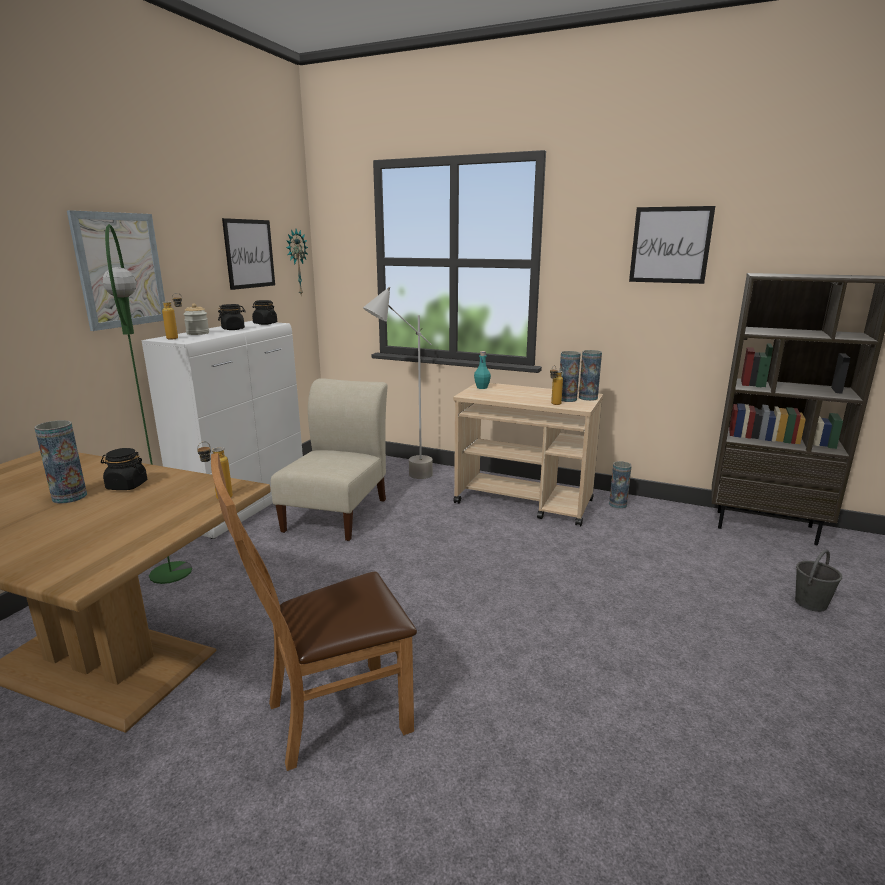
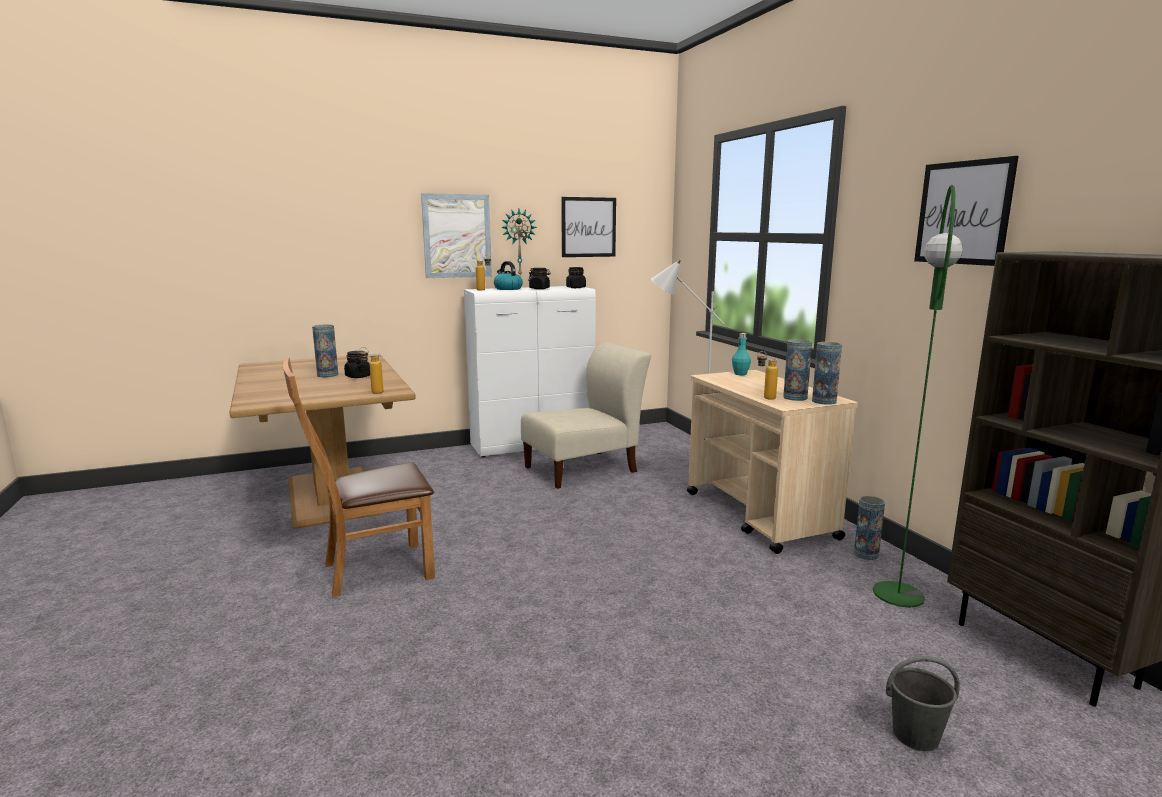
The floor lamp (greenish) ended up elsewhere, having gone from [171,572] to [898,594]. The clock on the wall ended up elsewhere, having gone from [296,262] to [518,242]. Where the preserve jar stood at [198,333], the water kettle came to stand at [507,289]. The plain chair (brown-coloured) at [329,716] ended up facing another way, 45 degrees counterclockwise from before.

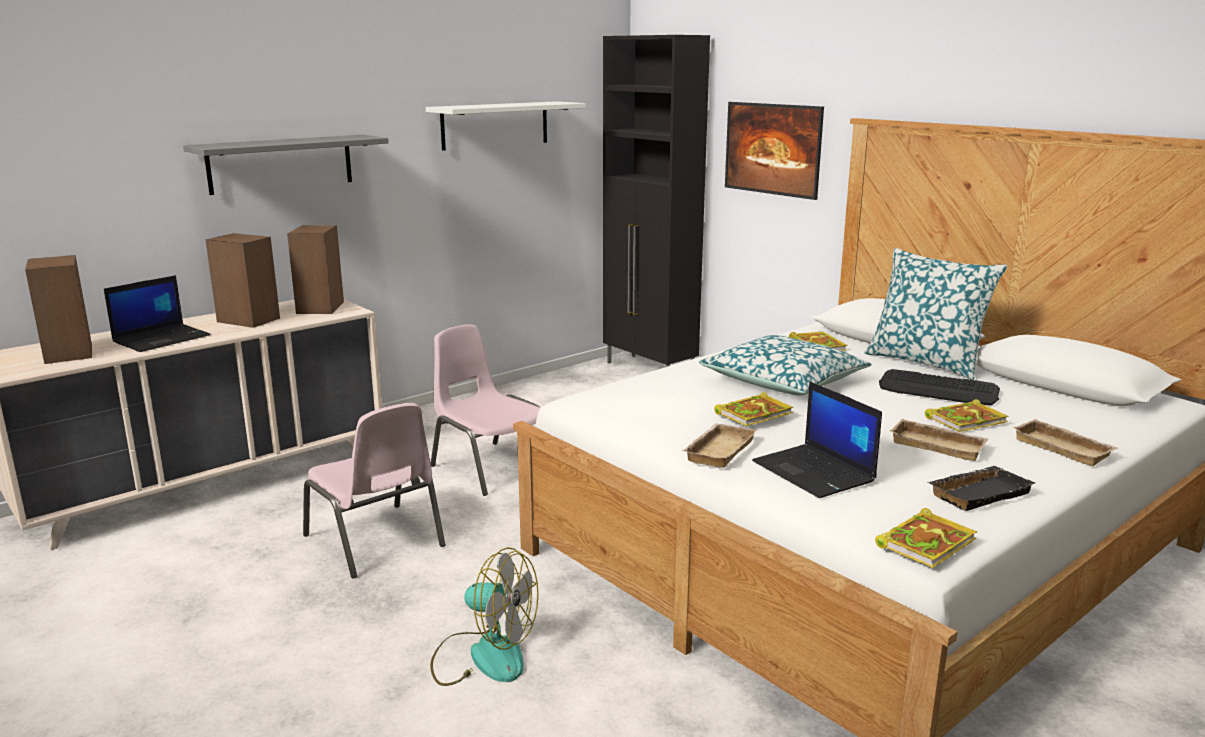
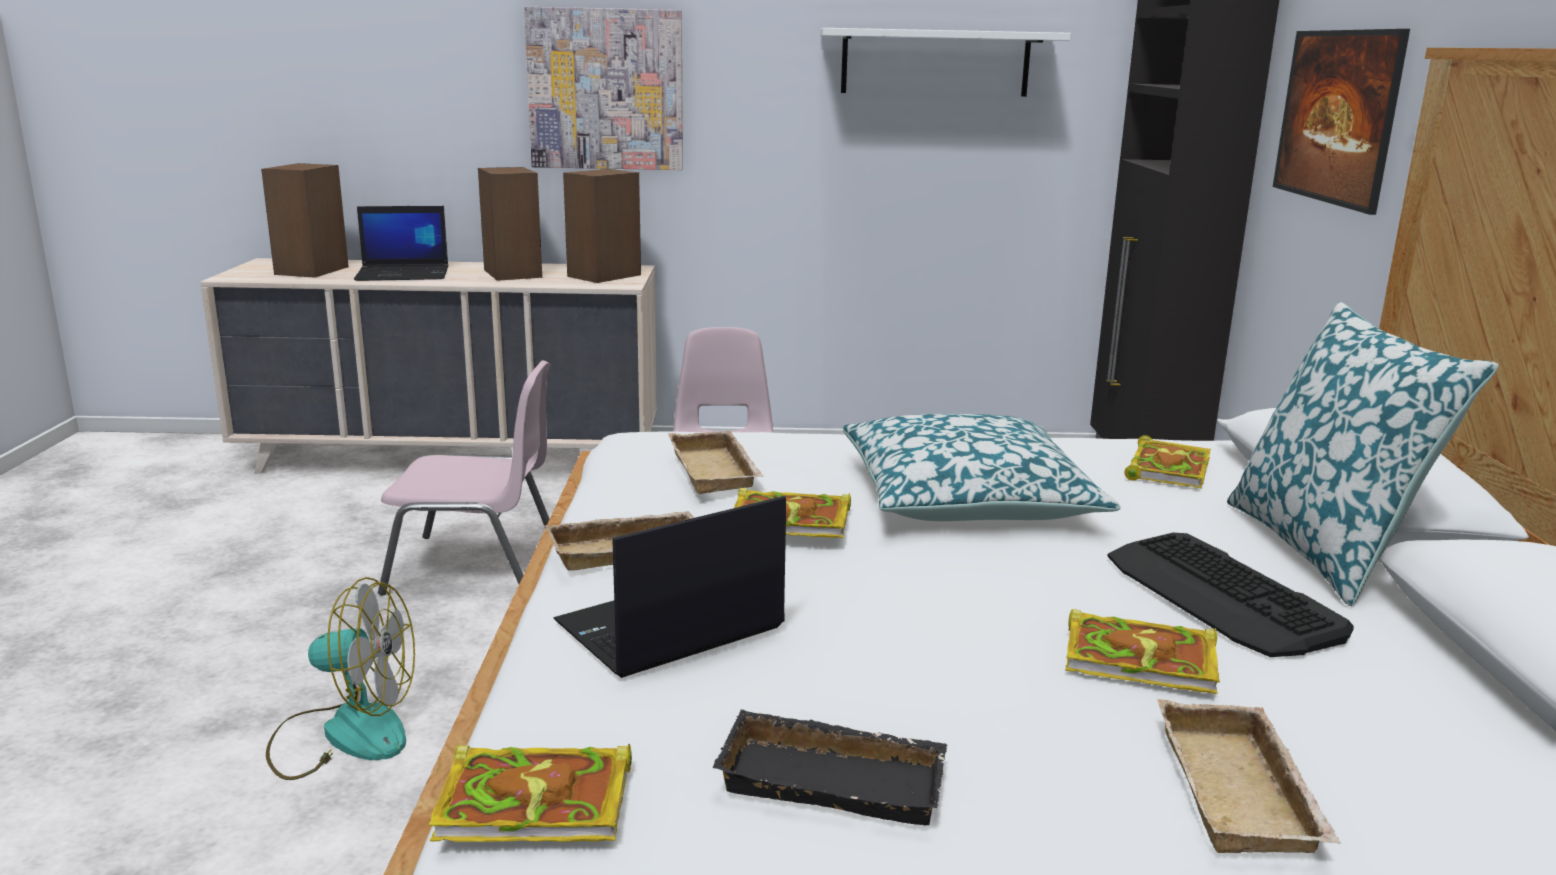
The serving tray (sand-coloured) ended up elsewhere, having gone from [939,445] to [717,471]. Where the shelf (greyish) hung at [281,163], the wall picture came to hang at [606,89]. The plain chair (pink) at [376,541] ended up facing another way, 90 degrees counterclockwise from before. The cooling fan at [483,656] ended up facing another way, 60 degrees counterclockwise from before. The notebook computer at [815,472] ended up facing another way, 45 degrees clockwise from before.

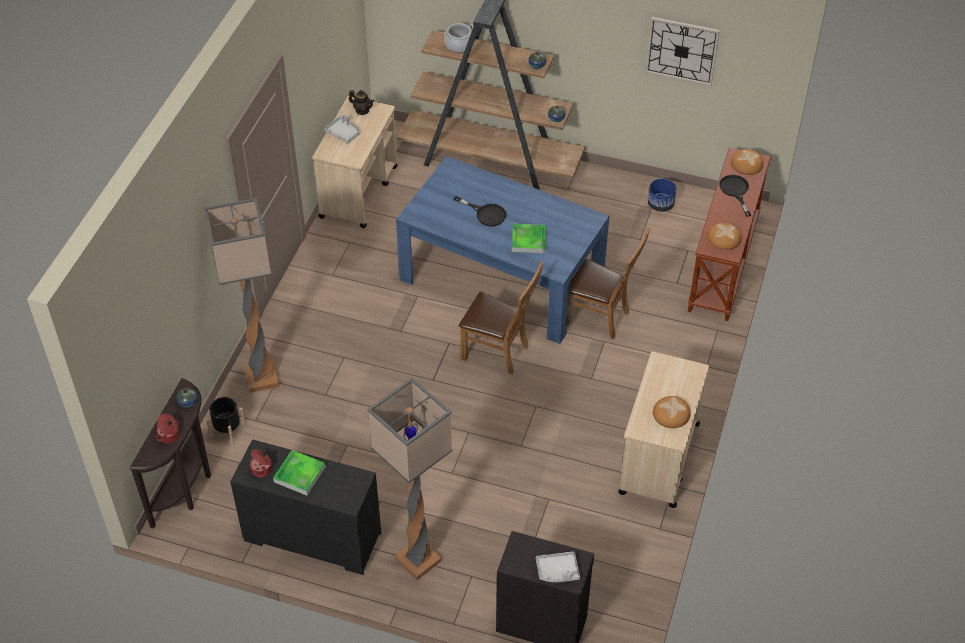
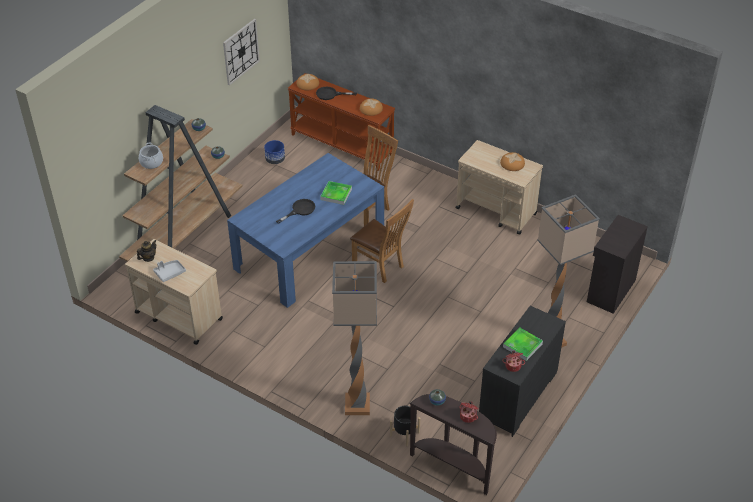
The second view lost the serving tray (greyish) at [557,571]. The plain chair (brown-coloured) at [499,353] ended up facing another way, 90 degrees clockwise from before.

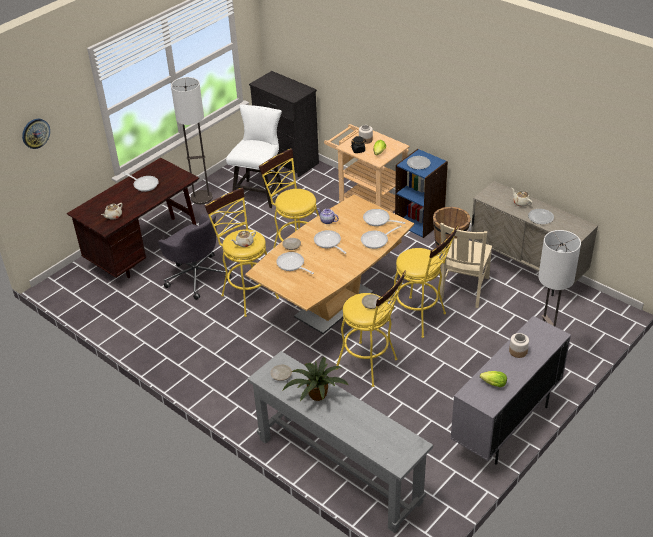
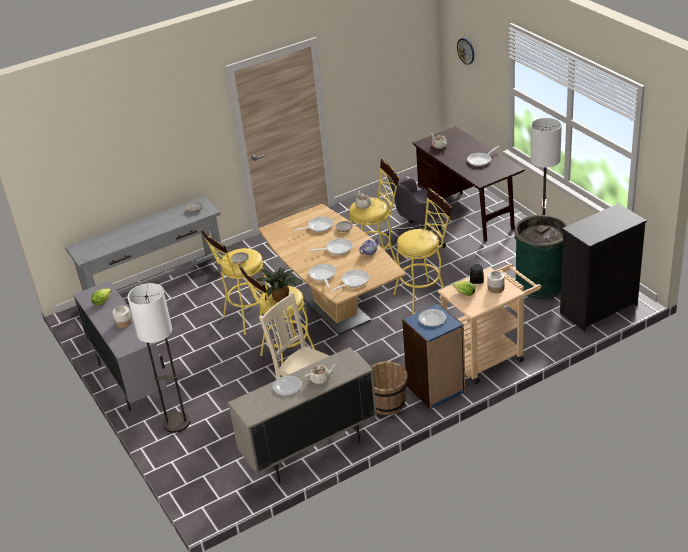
The houseplant ended up elsewhere, having gone from [316,395] to [280,297]. Where the plain chair (white) stood at [259,191], the waste bin (greenish) came to stand at [540,283].

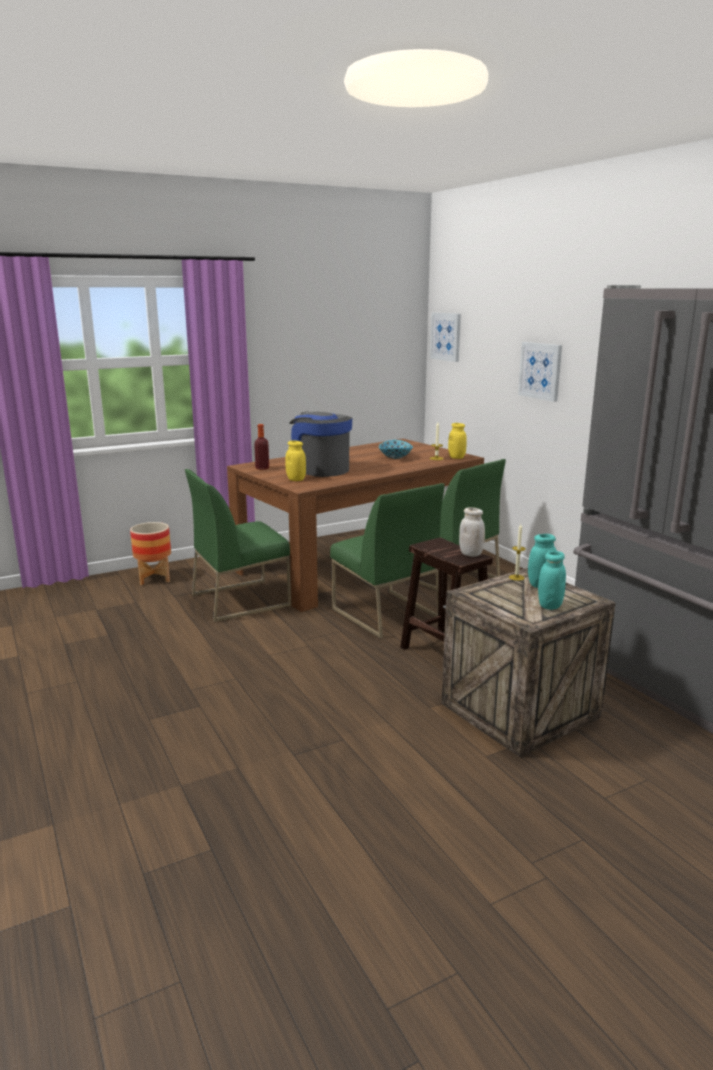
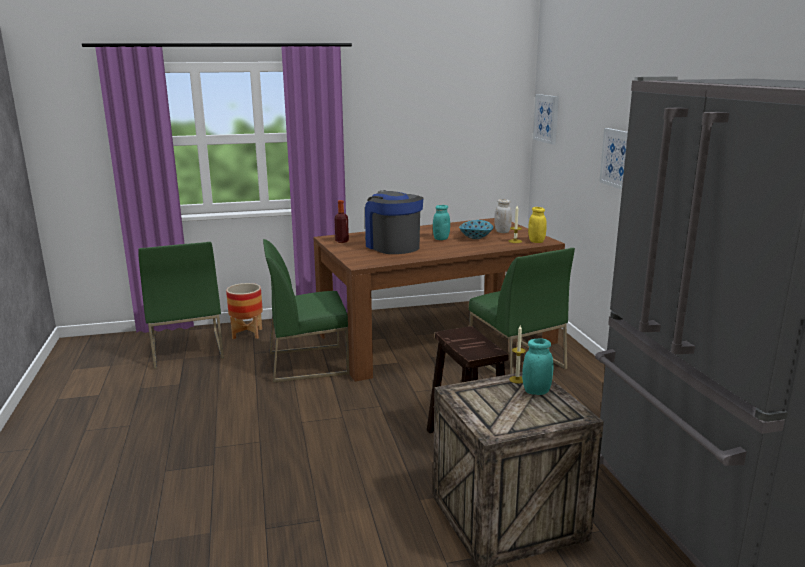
The second view lost the preserve jar (yellowish) at [296,479]. The plain chair (greenish) ended up elsewhere, having gone from [384,613] to [186,349]. The preserve jar (white) ended up elsewhere, having gone from [471,554] to [502,232]. The preserve jar (turquoise) ended up elsewhere, having gone from [549,605] to [441,239].

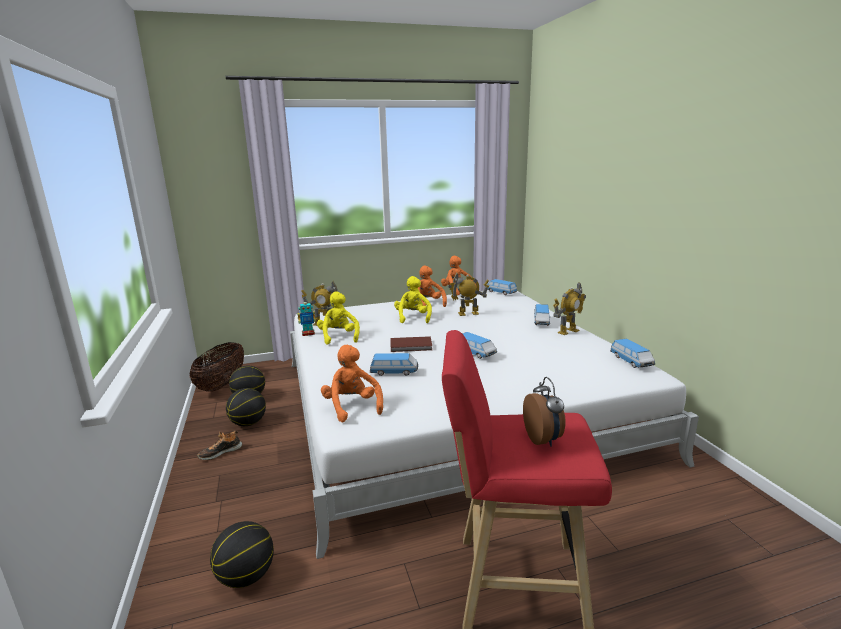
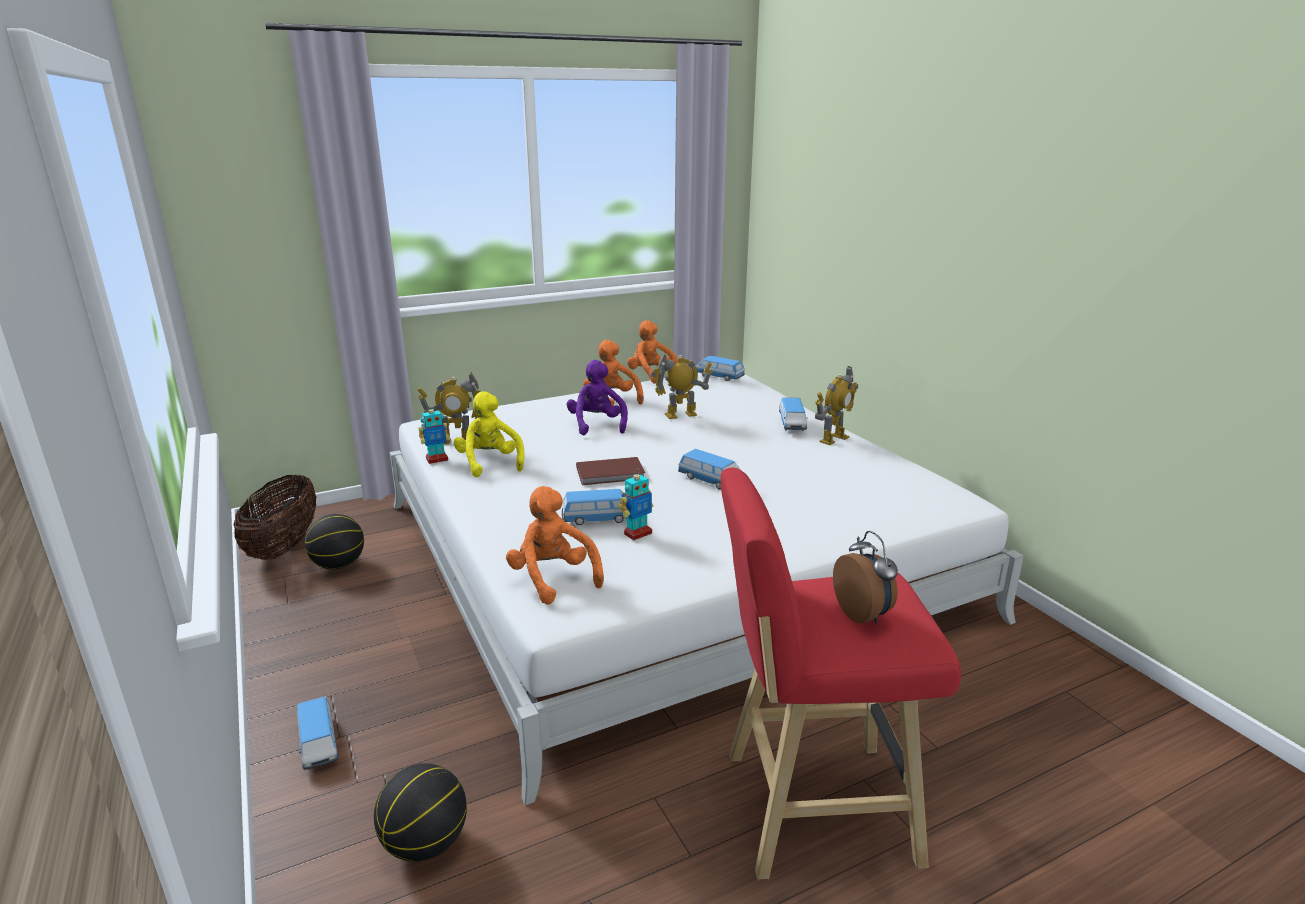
The second view lost the shoe at [220,452]. The second view lost the ball for basketball at [248,423]. The second view gained the model robot at [637,533]. The miniature car ended up elsewhere, having gone from [631,361] to [319,744]. What was the cuddly toy (yellowish) at [413,318] turned into the cuddly toy (purple) at [597,425].

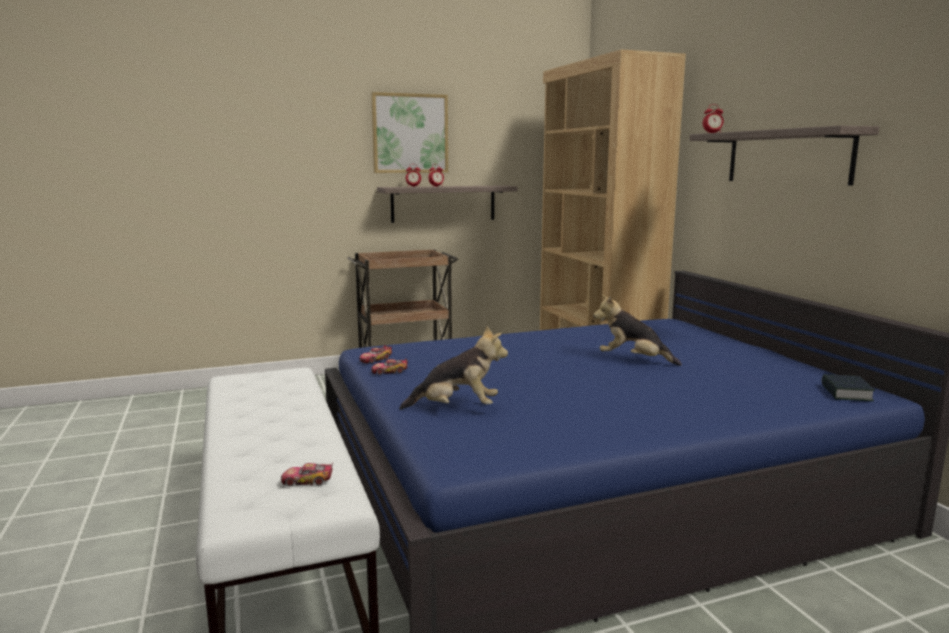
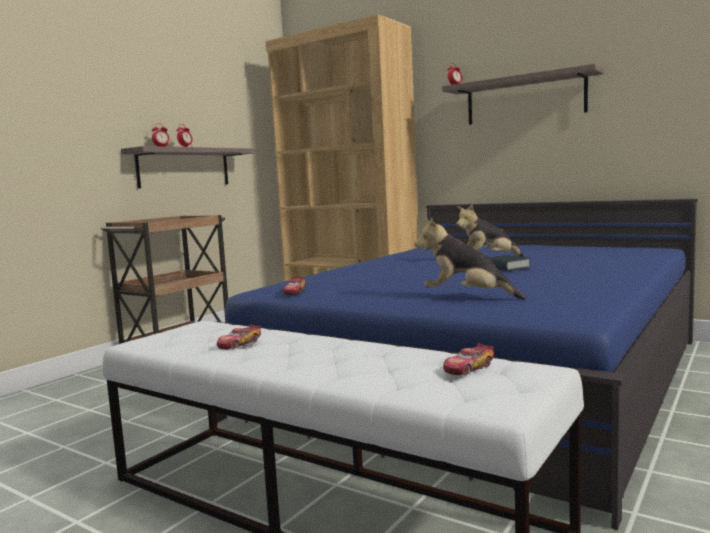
The second view lost the wall picture at [410,133]. The miniature car ended up elsewhere, having gone from [389,371] to [238,344]. The bound book ended up elsewhere, having gone from [846,393] to [506,267]. The cuddly toy at [457,408] ended up facing another way, 120 degrees counterclockwise from before.

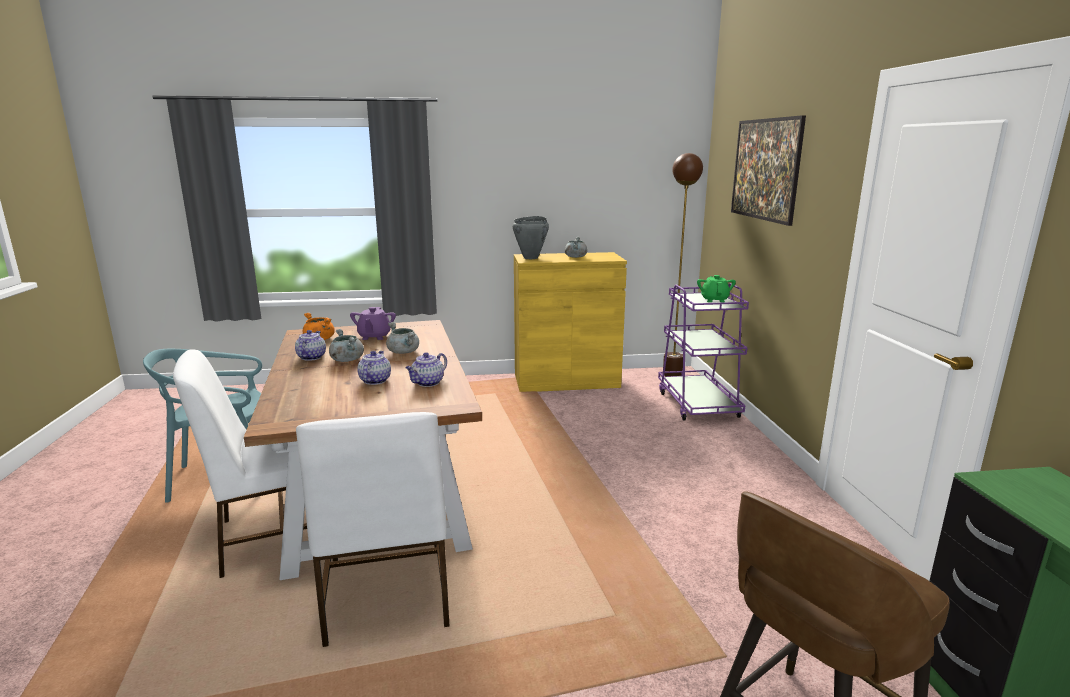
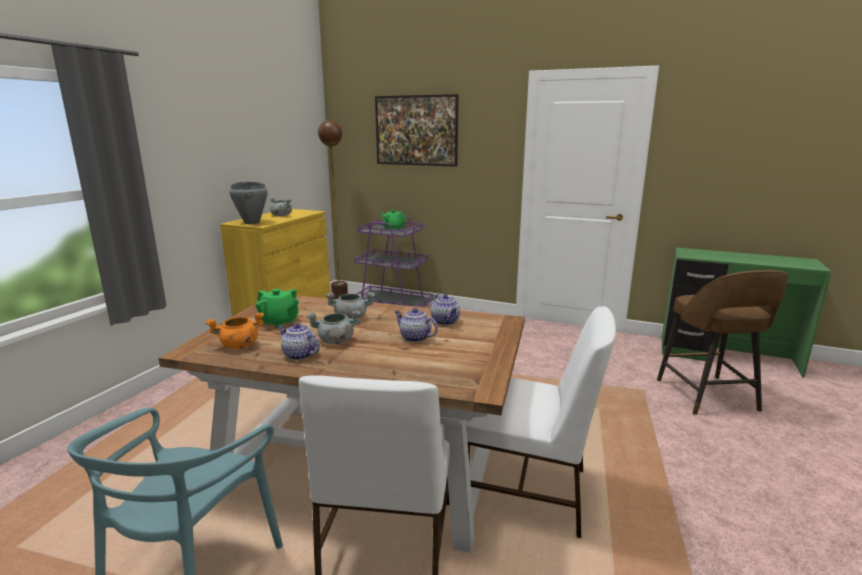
What was the teapot (purple) at [374,337] turned into the teapot (greenish) at [279,322].

